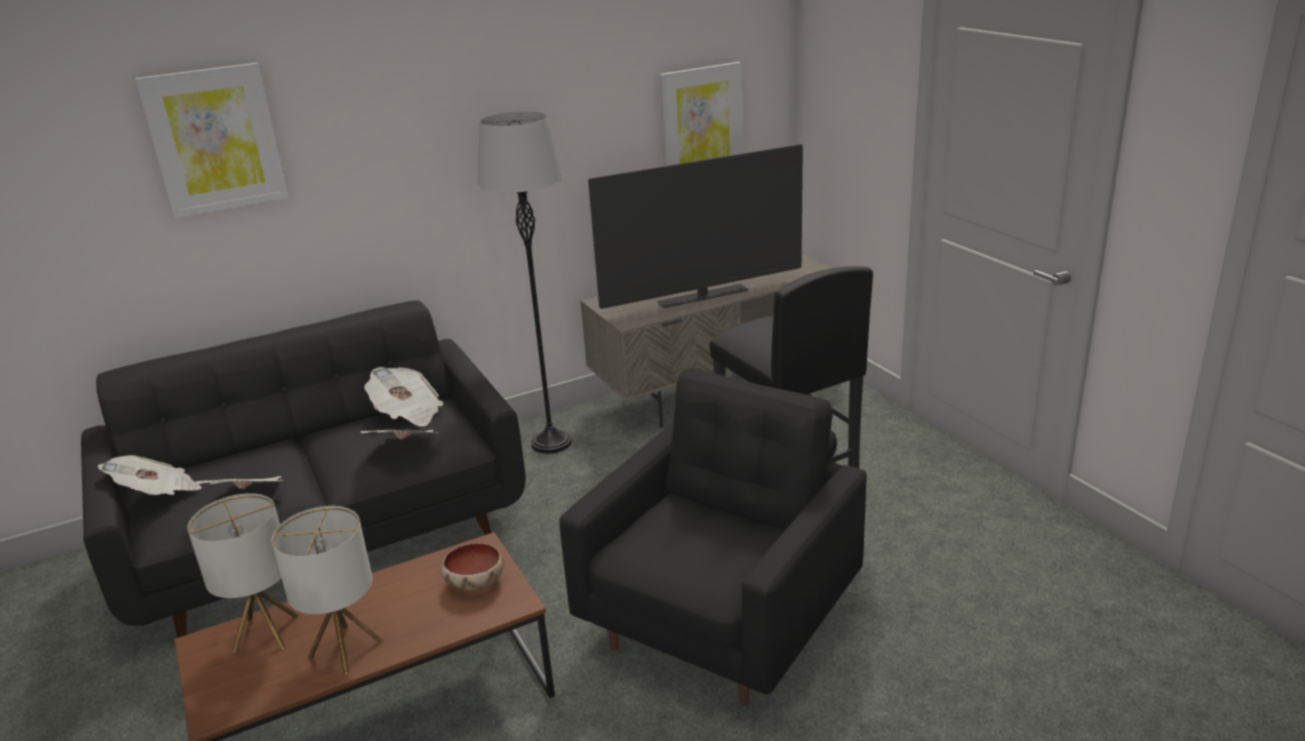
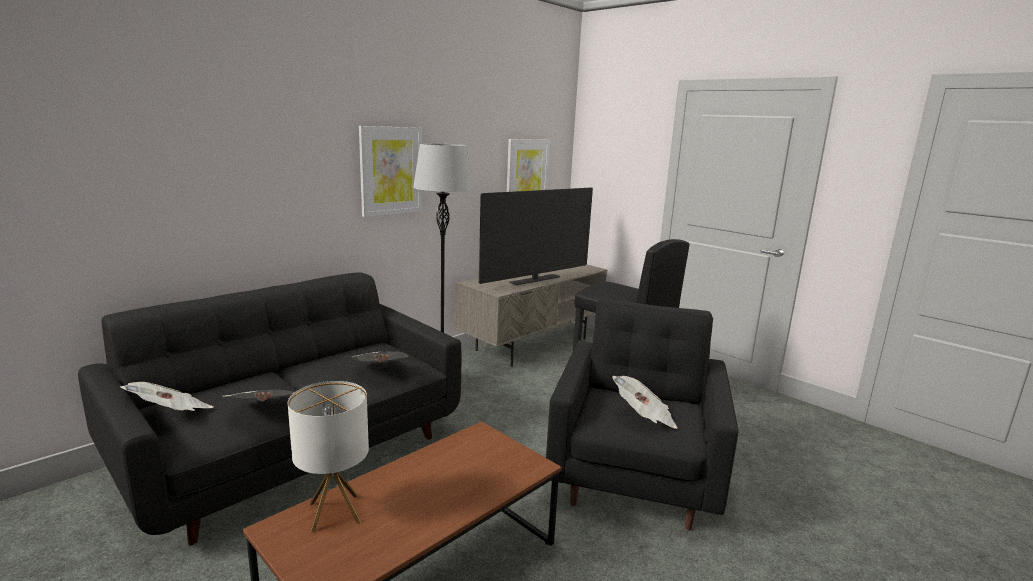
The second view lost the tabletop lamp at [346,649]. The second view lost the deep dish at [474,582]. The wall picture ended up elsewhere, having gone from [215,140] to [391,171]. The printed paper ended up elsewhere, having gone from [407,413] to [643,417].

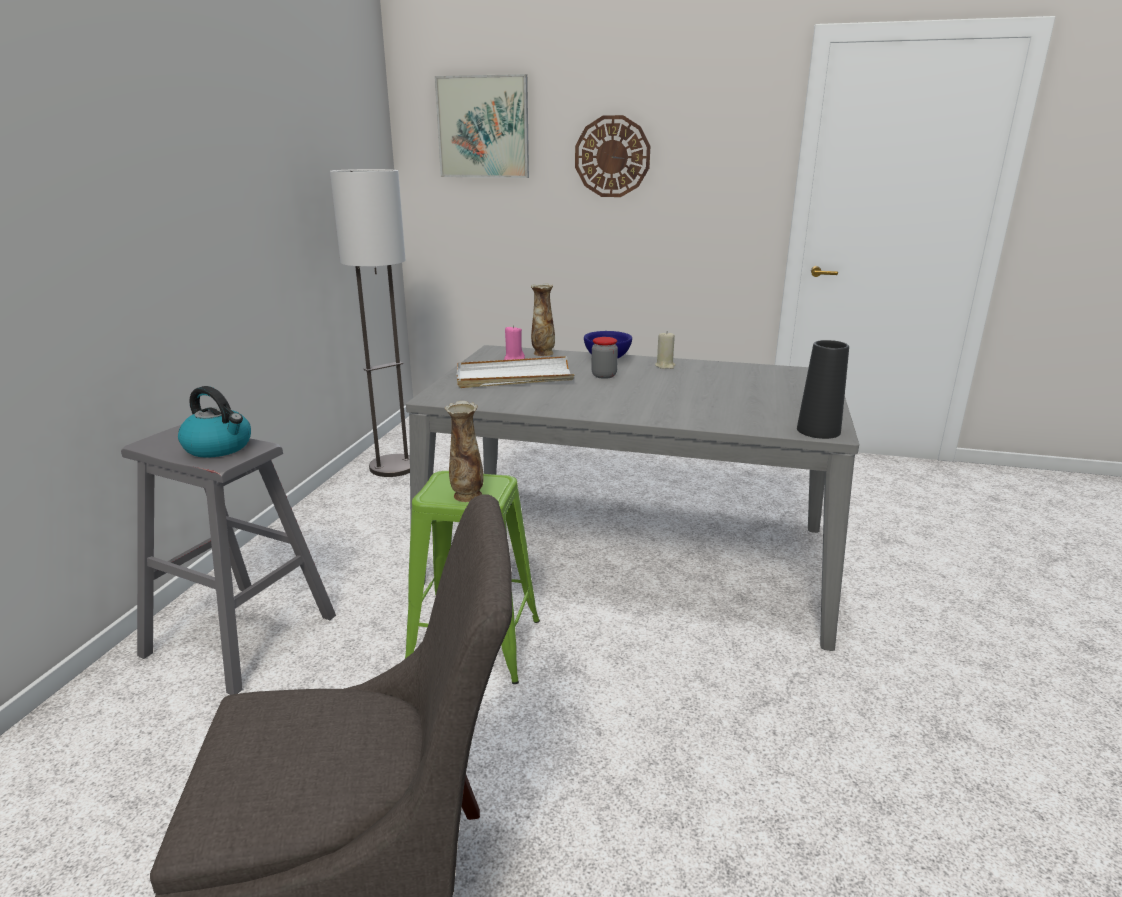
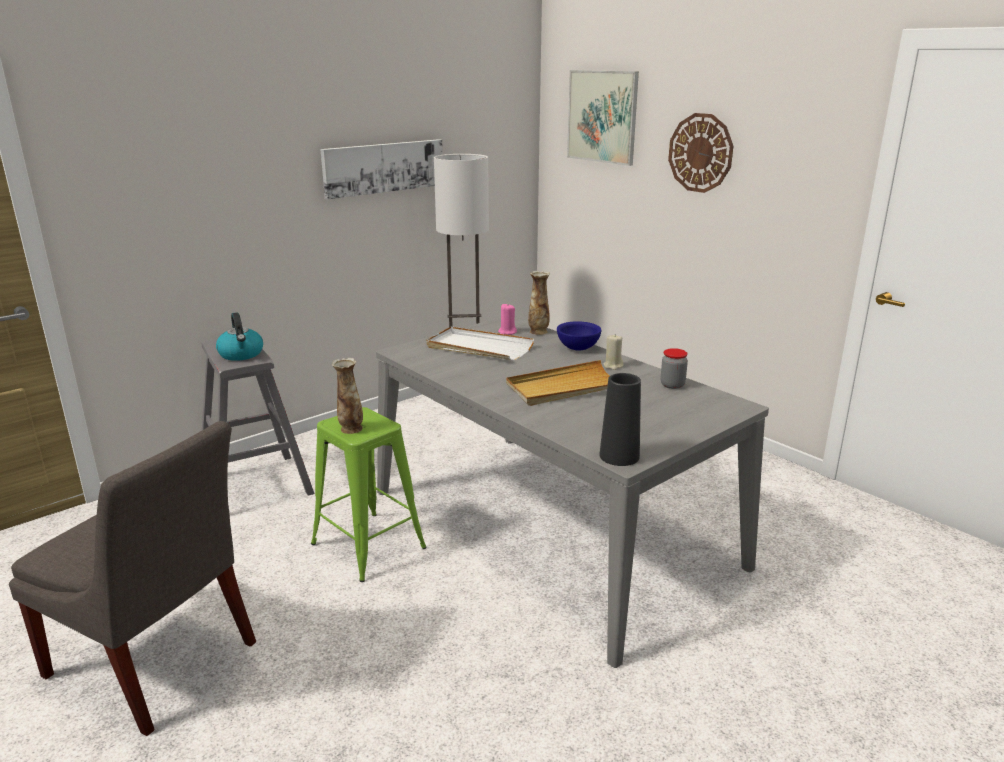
The second view gained the wall picture at [384,167]. The second view gained the serving tray (sand-coloured) at [565,387]. The preserve jar ended up elsewhere, having gone from [604,375] to [672,385].

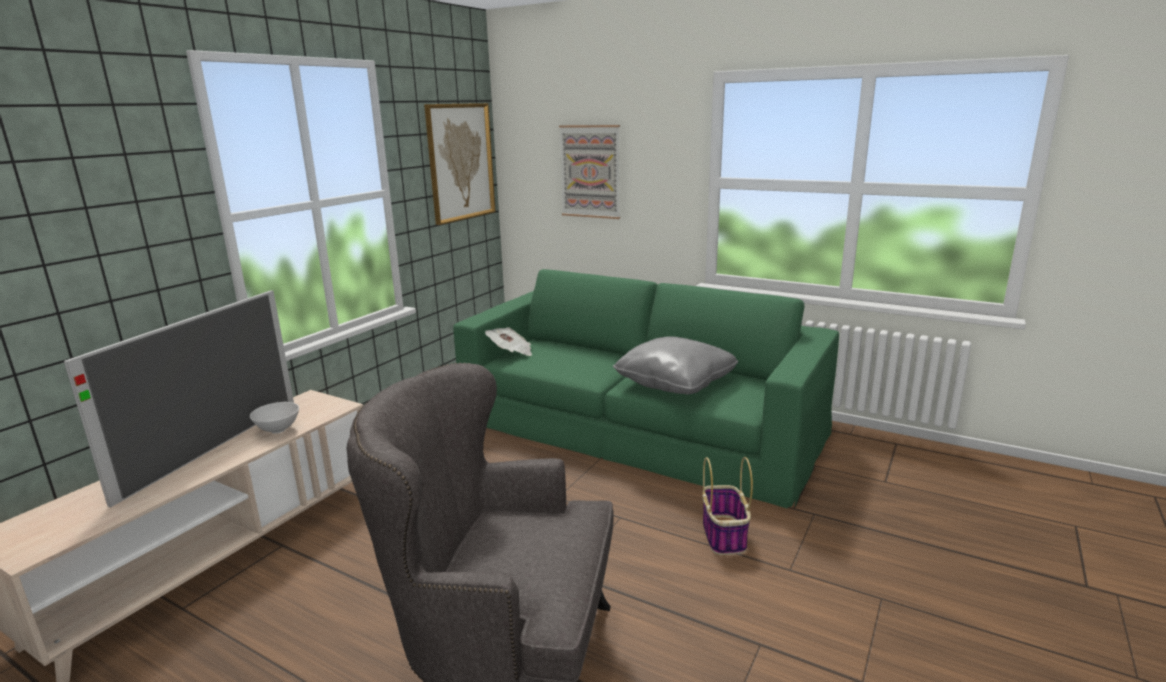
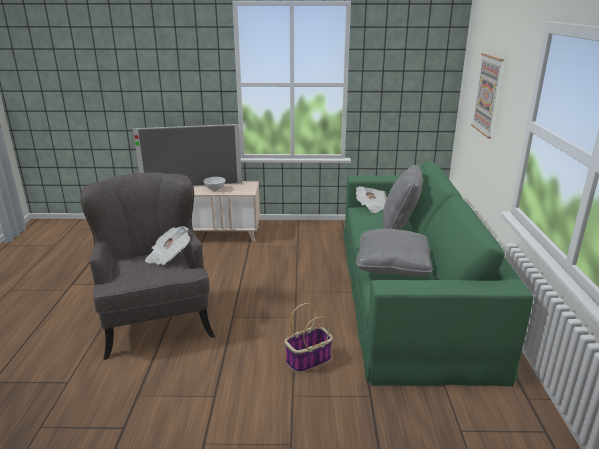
The second view lost the wall picture at [460,162]. The second view gained the printed paper at [168,256]. The second view gained the throw pillow (greyish) at [399,227].

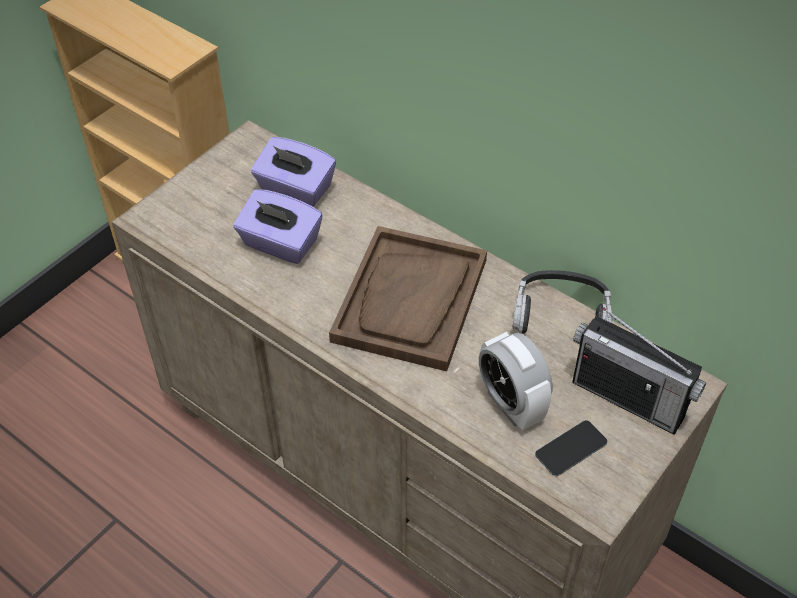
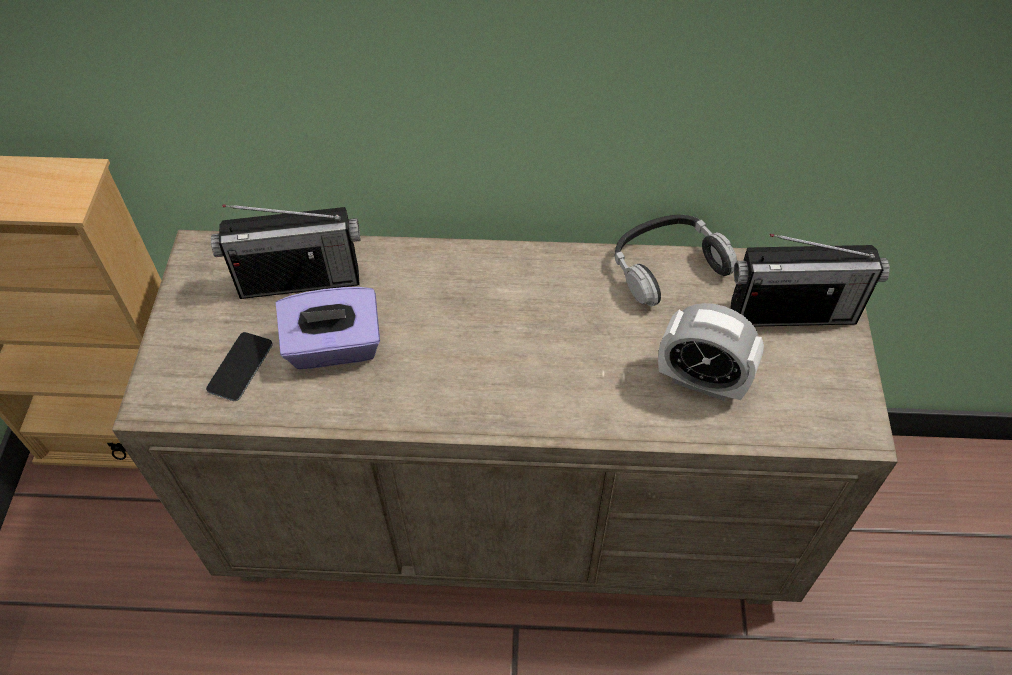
The second view lost the serving tray (brown-coloured) at [410,300]. The phone ended up elsewhere, having gone from [571,448] to [240,366]. Where the tissue box (purple) stood at [295,190], the radio came to stand at [299,280].

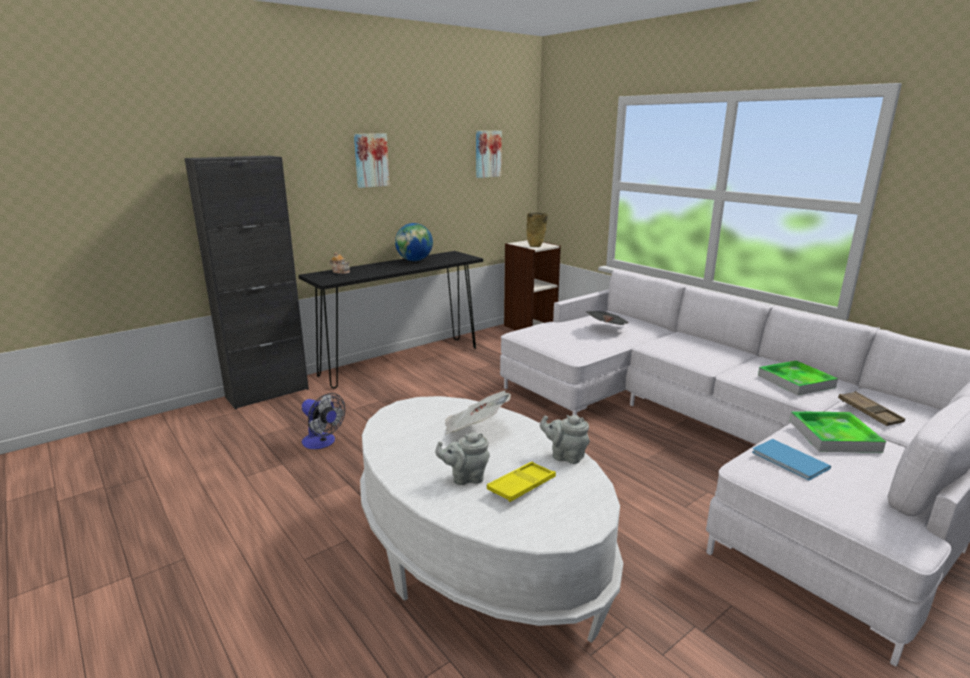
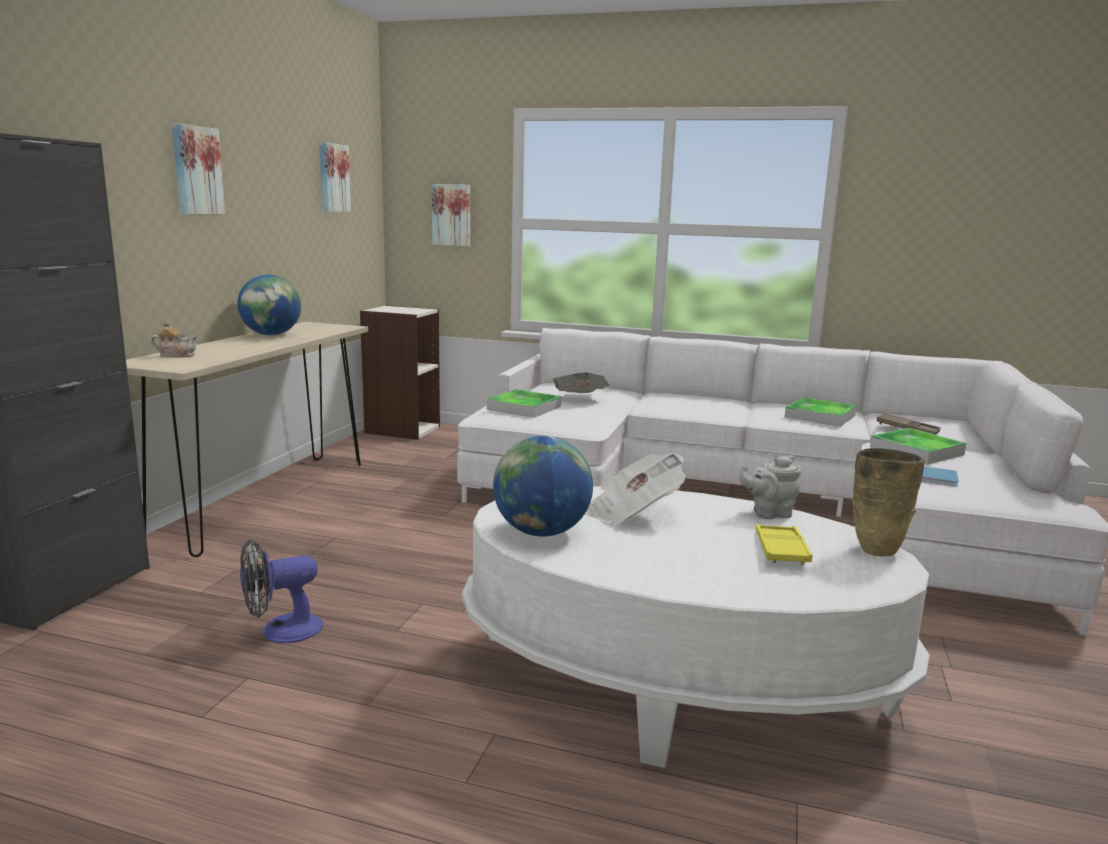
The second view lost the teapot (greyish) at [465,477]. The second view gained the wall picture at [452,215]. The second view gained the serving tray at [524,408]. The second view gained the world globe at [541,532]. The flower vase (sand-coloured) ended up elsewhere, having gone from [536,246] to [877,549]. What was the hall table (black) at [401,361] turned into the hall table (sand-coloured) at [266,500]. The cooling fan at [322,443] ended up facing another way, 150 degrees clockwise from before.

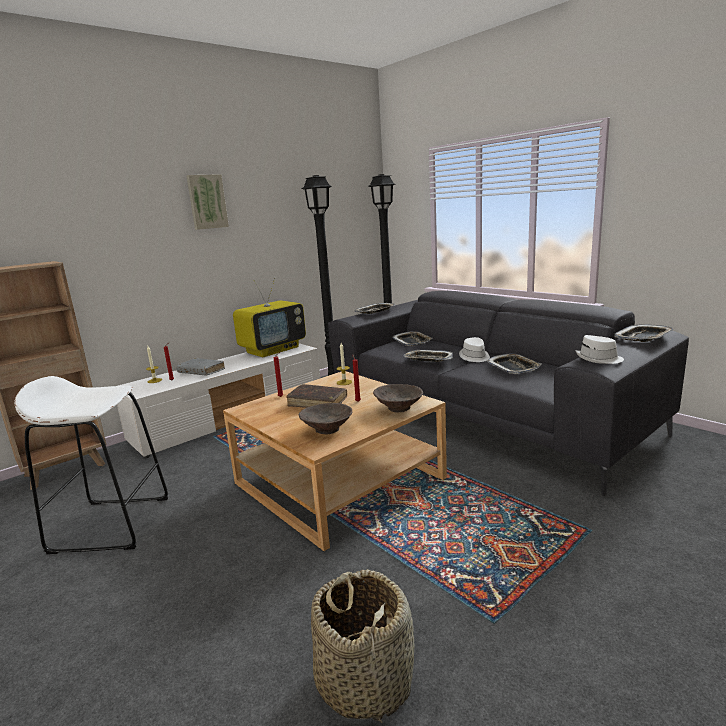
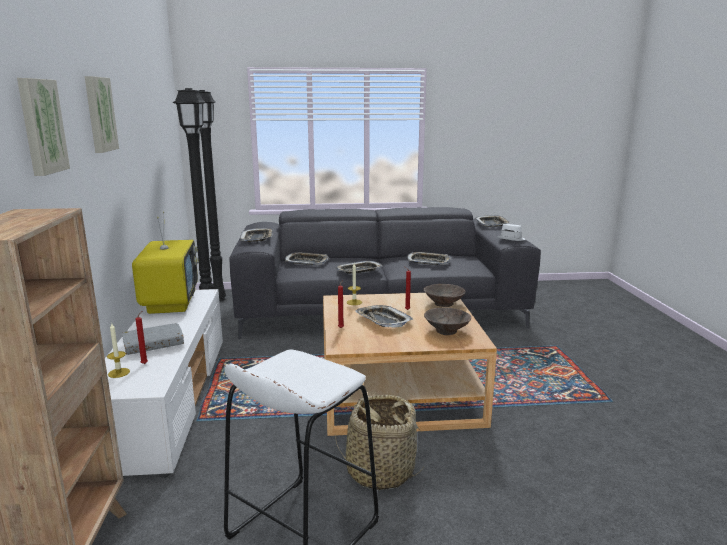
The second view lost the wearable hat (white) at [474,357]. The second view gained the wall picture at [40,126]. The household basket ended up elsewhere, having gone from [365,680] to [380,471]. Where the bound book (brown-coloured) stood at [317,402], the serving tray came to stand at [383,320].

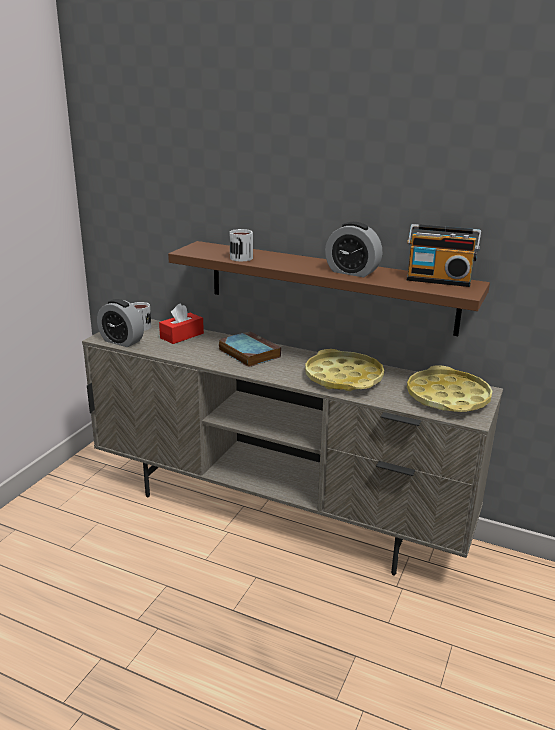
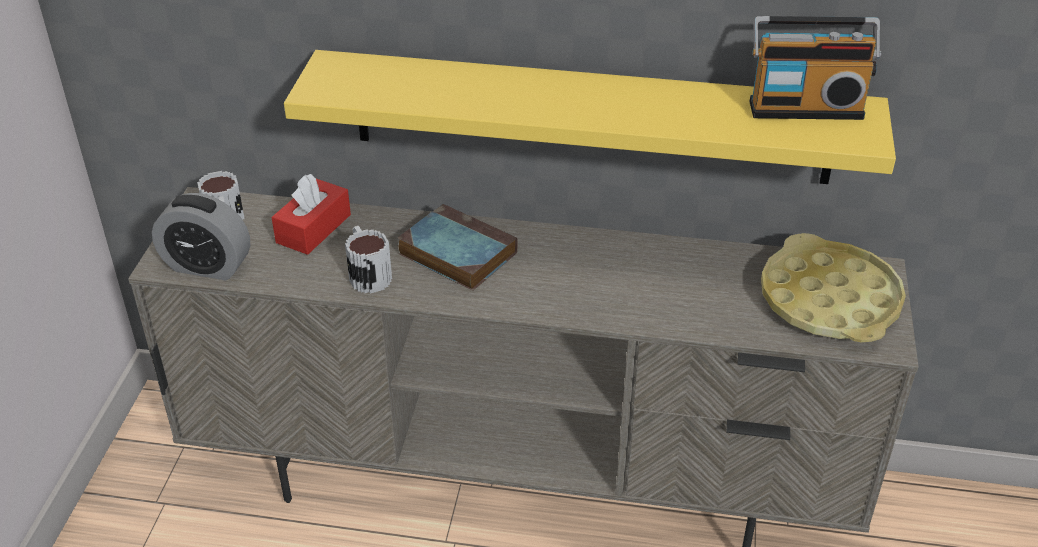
The second view lost the serving tray (yellowish) at [343,378]. The second view lost the bedside clock at [352,272]. The mug ended up elsewhere, having gone from [240,256] to [367,273]. What was the shelf (brown-coloured) at [329,286] turned into the shelf (yellowish) at [590,117].

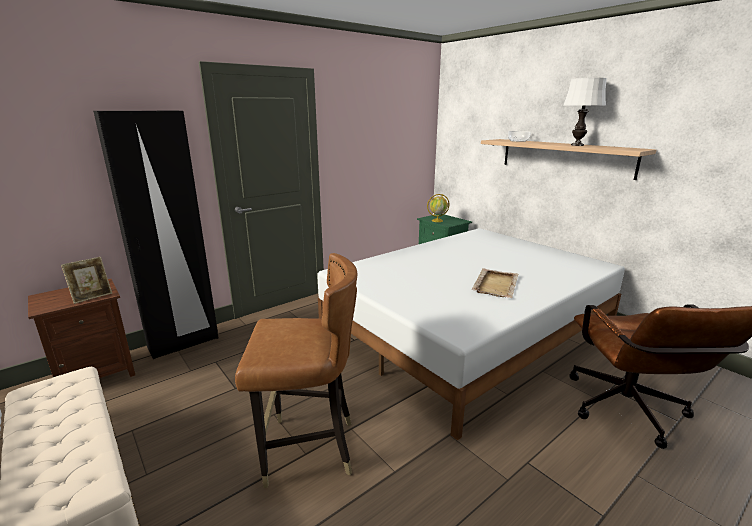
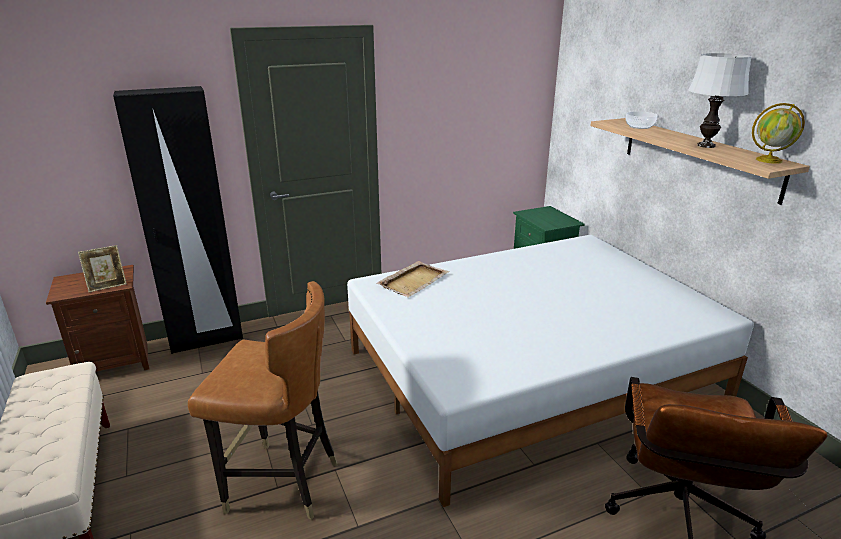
The world globe ended up elsewhere, having gone from [437,220] to [769,160]. The serving tray (sand-coloured) ended up elsewhere, having gone from [496,284] to [414,280].

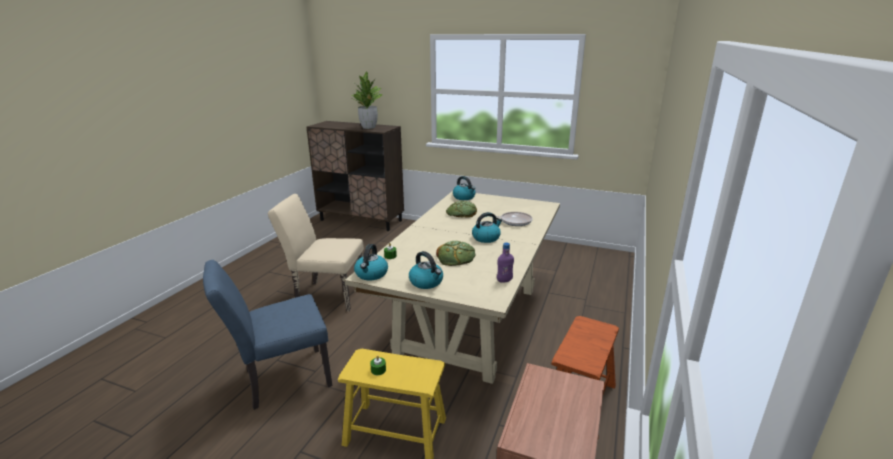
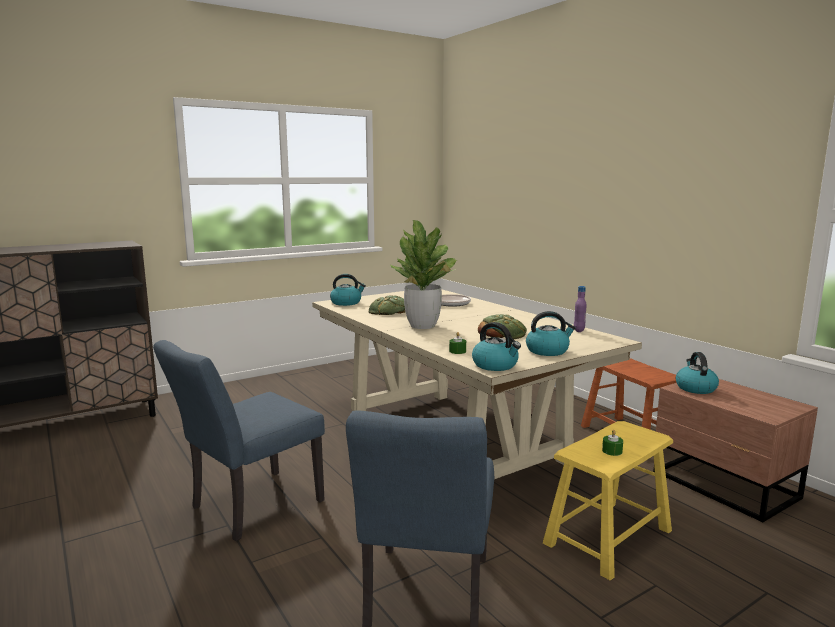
The houseplant ended up elsewhere, having gone from [368,127] to [423,326]. The water kettle ended up elsewhere, having gone from [486,238] to [695,388]. What was the plain chair (sand-coloured) at [325,295] turned into the plain chair (blue) at [248,507].

